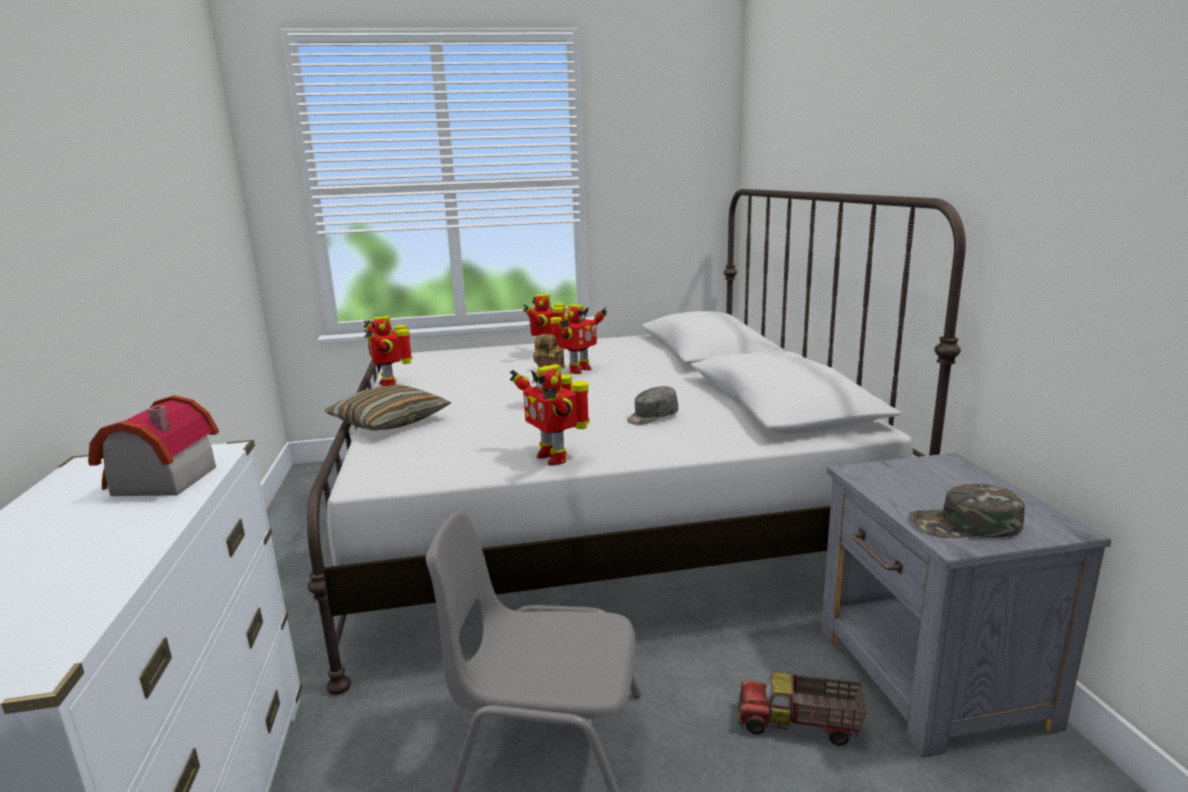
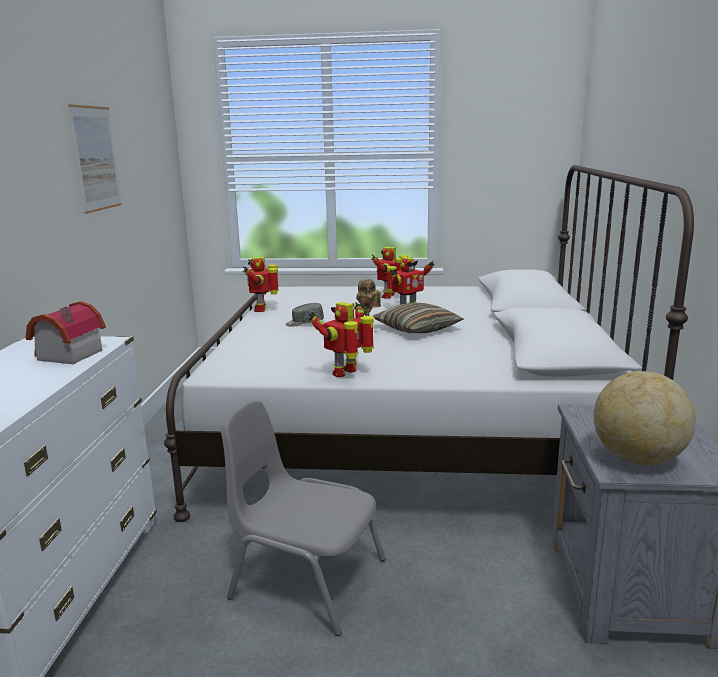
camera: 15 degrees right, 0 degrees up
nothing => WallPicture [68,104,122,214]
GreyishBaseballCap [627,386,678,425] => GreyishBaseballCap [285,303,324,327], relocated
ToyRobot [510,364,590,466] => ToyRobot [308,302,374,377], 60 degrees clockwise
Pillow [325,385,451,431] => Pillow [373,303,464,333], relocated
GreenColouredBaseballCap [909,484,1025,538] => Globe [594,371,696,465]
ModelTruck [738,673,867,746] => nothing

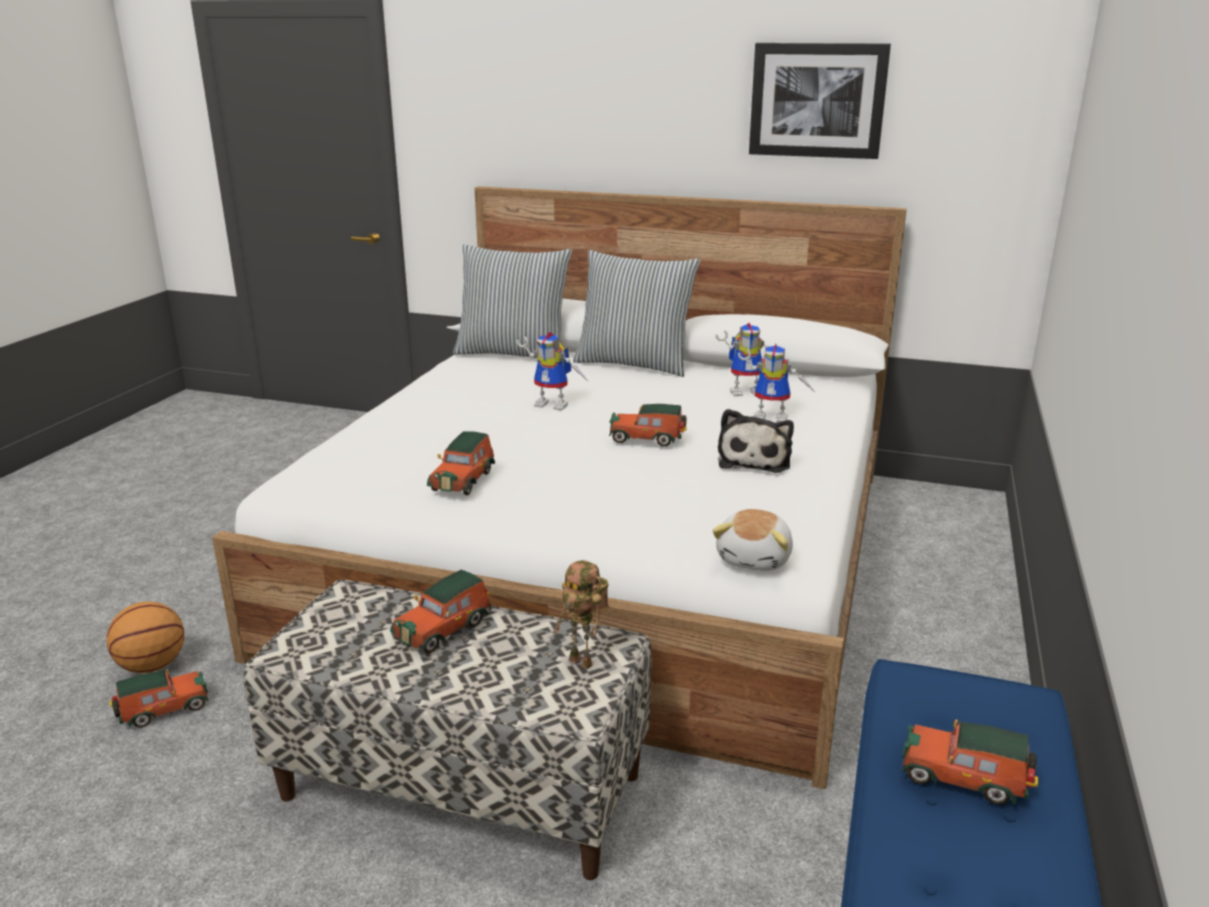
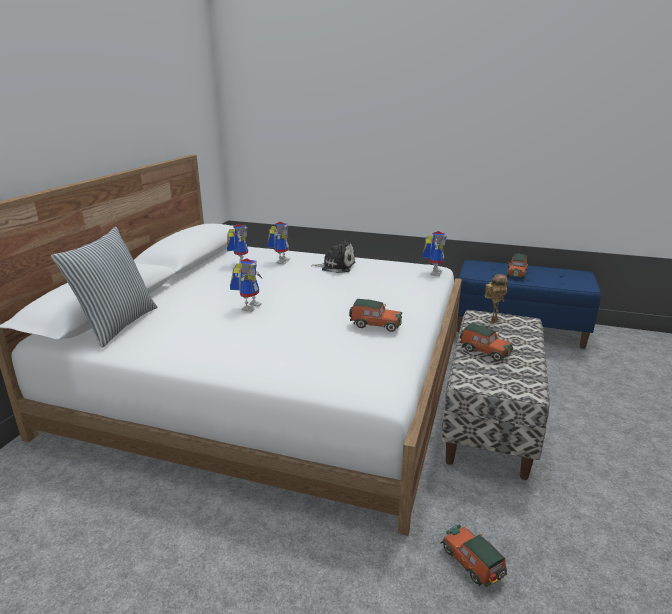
camera: 90 degrees left, 0 degrees up
SoftToy [712,509,793,571] => ToyRobot [422,231,447,276]
Basketball [107,602,185,673] => nothing
Pillow [573,250,700,377] => nothing
MiniatureCar [609,404,687,447] => nothing
WallPicture [749,43,891,159] => nothing

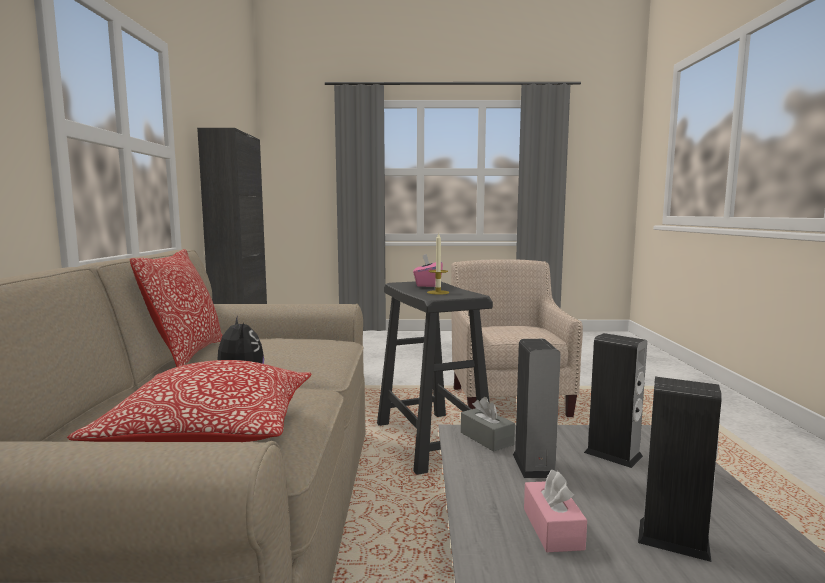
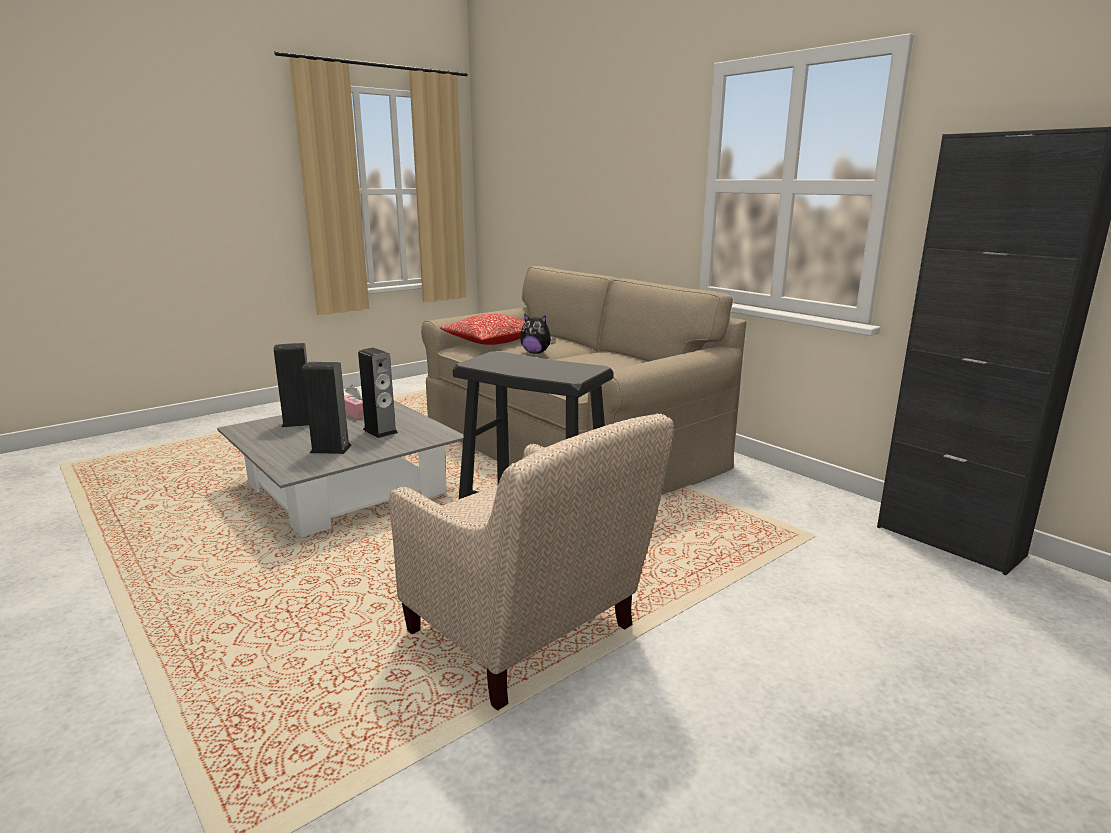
camera: 140 degrees right, 10 degrees up
Pillow [130,249,223,367] => nothing
PinkishBoxOfTissues [413,254,443,287] => nothing
WaxLight [427,232,449,295] => nothing
GreyishBoxOfTissues [461,397,515,452] => nothing

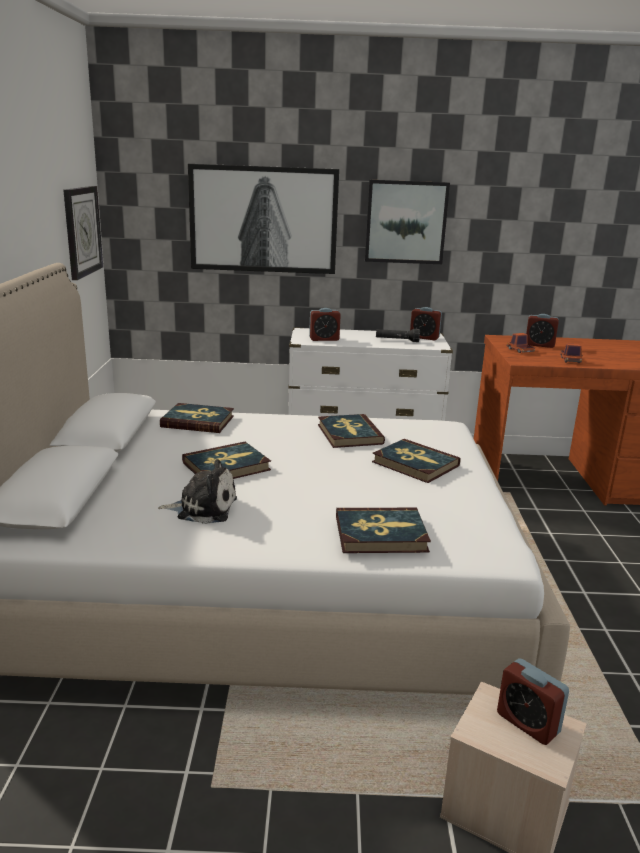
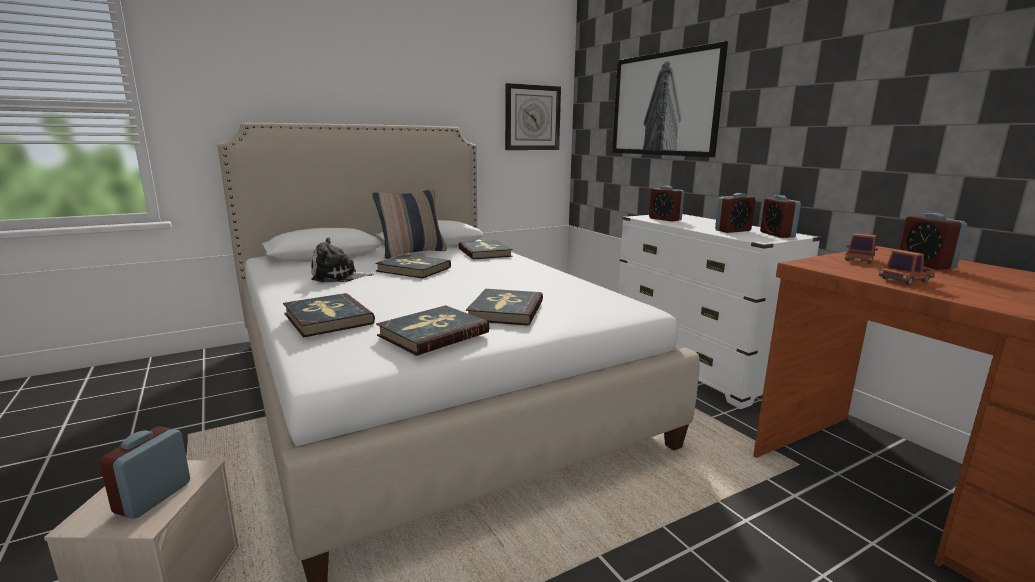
camera: 60 degrees right, 5 degrees down
SoftToy [158,459,237,524] => SoftToy [311,237,374,283], 105 degrees clockwise
nothing => Pillow [373,189,447,259]
Volume [318,414,385,448] => Volume [376,305,490,356], relocated
BlackColouredTorch [376,329,420,342] => TableClock [715,193,755,233]
WallPicture [365,180,450,264] => nothing

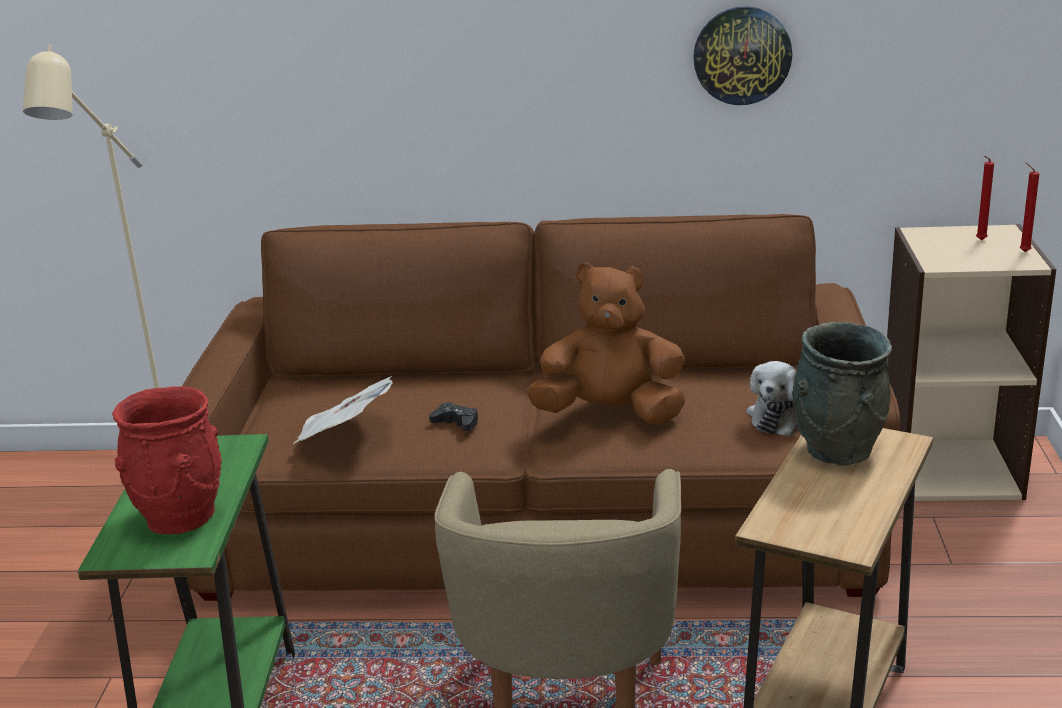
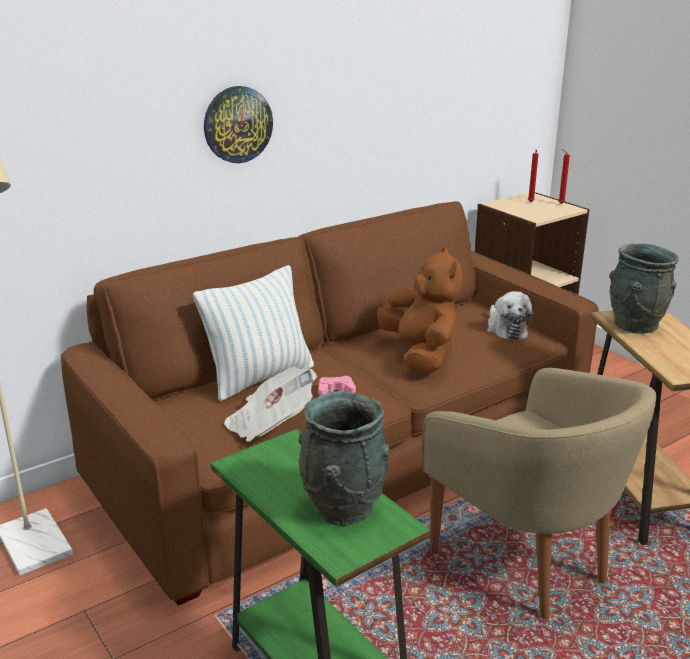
camera: 40 degrees left, 0 degrees up
nothing => Pillow [193,265,314,401]
WallClock [693,6,792,105] => WallClock [204,86,273,163], relocated
RedColouredDecorativeVase [112,386,222,534] => GreyishDecorativeVase [298,391,389,526]
BlackColouredGamepad [429,402,478,431] => PinkishGamepad [319,376,356,395]
BrownSoftToy [526,262,685,424] => BrownSoftToy [377,247,463,374], 105 degrees clockwise

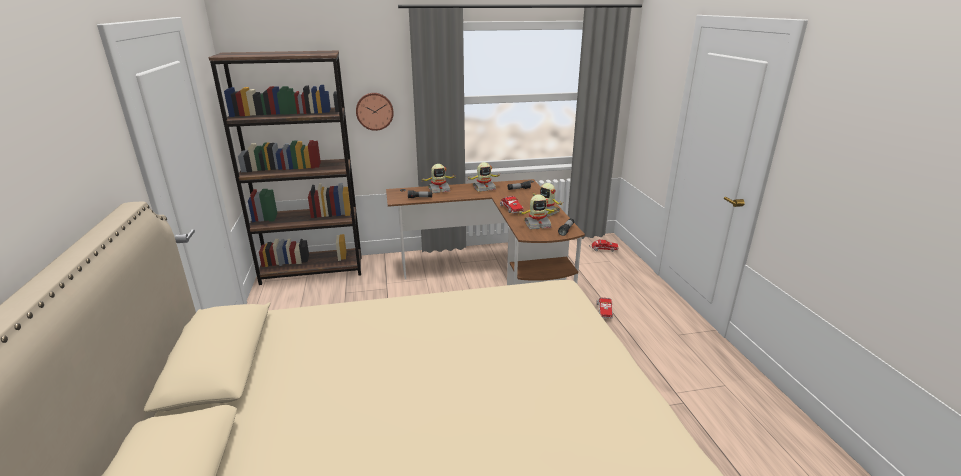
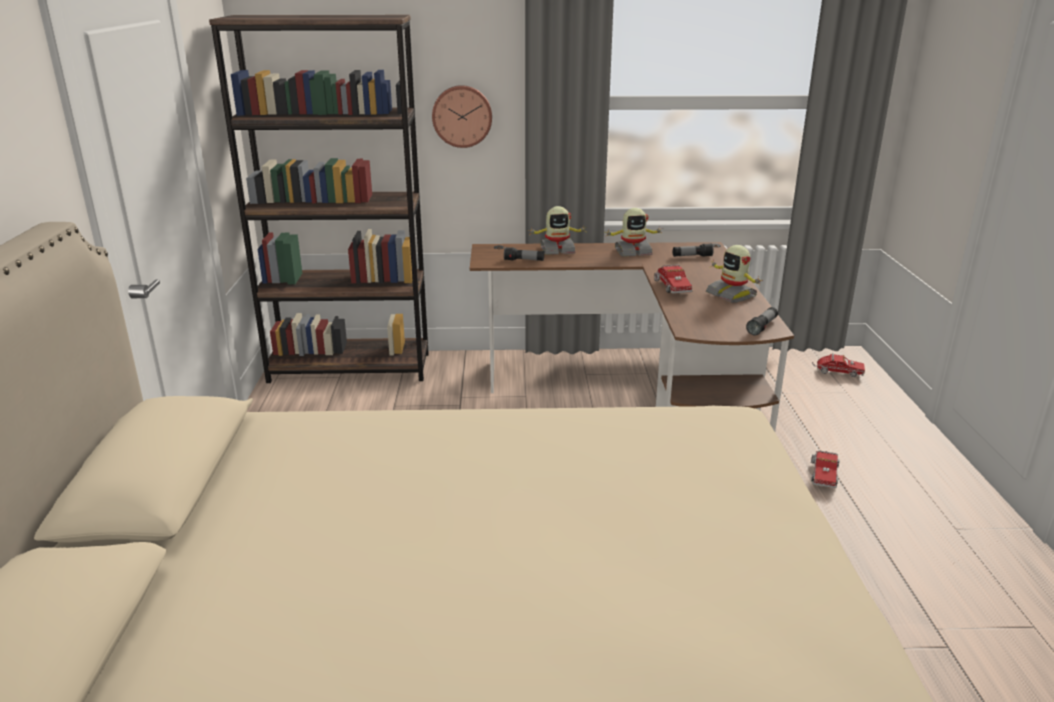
camera: 10 degrees right, 0 degrees up
ToyRobot [518,194,558,229] => nothing

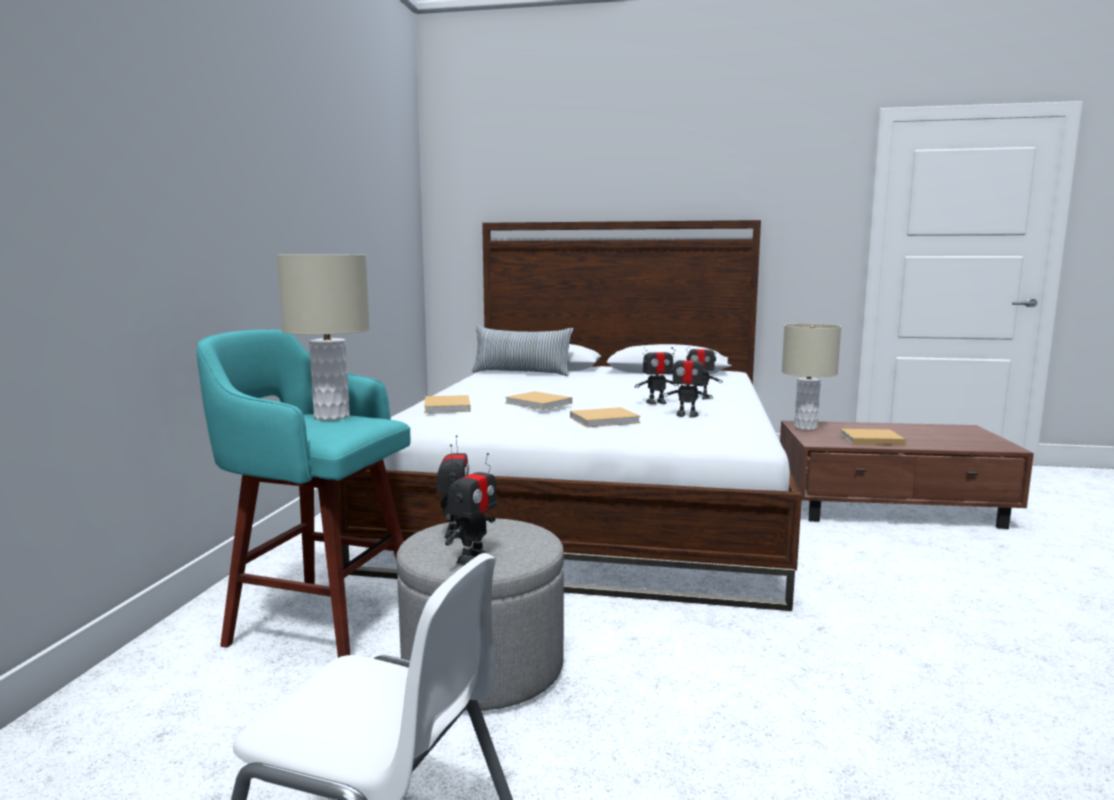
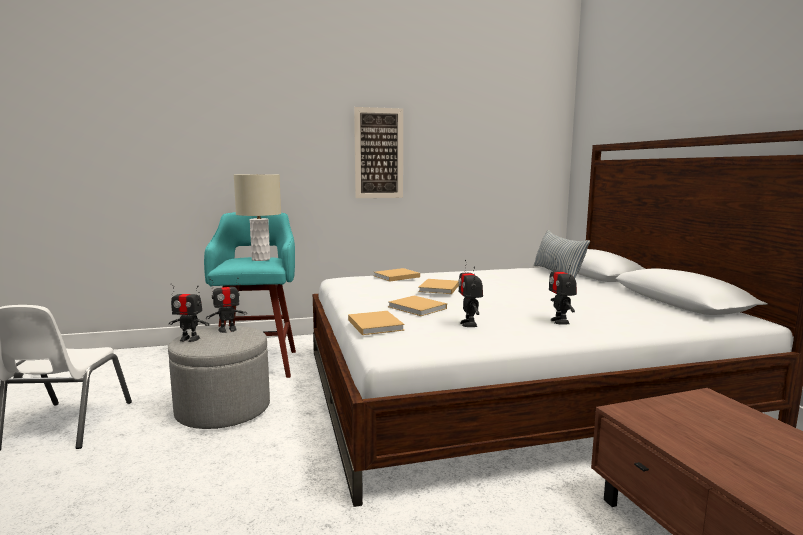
camera: 65 degrees right, 0 degrees up
SandColouredVolume [840,429,905,445] => SandColouredVolume [348,311,405,335], relocated
nothing => WallPicture [354,107,403,198]
ToyRobot [635,341,679,405] => nothing
SandColouredTableLamp [782,323,841,430] => nothing

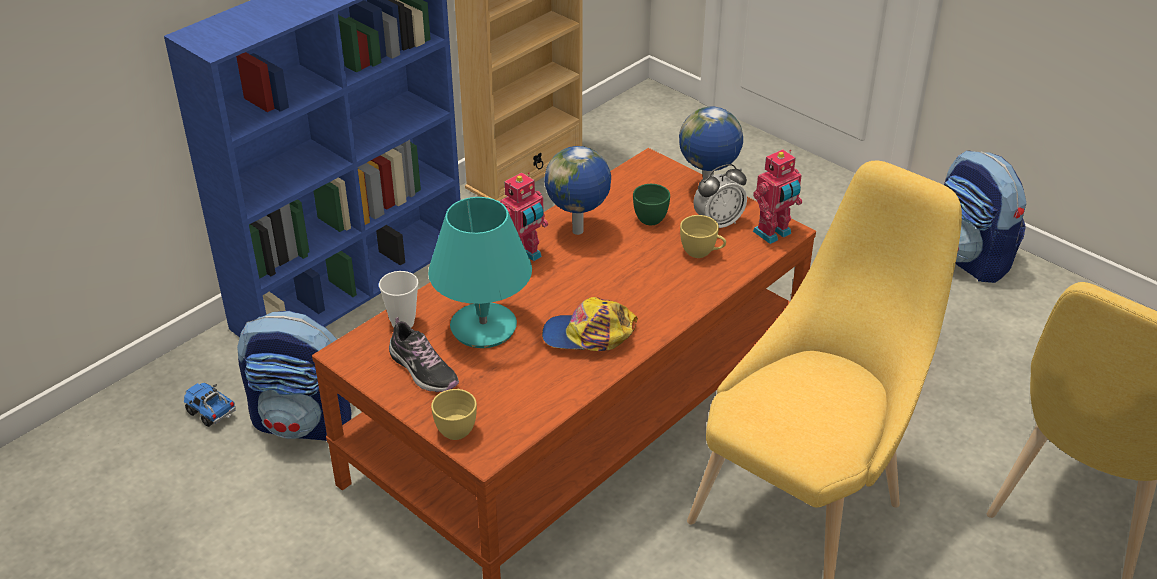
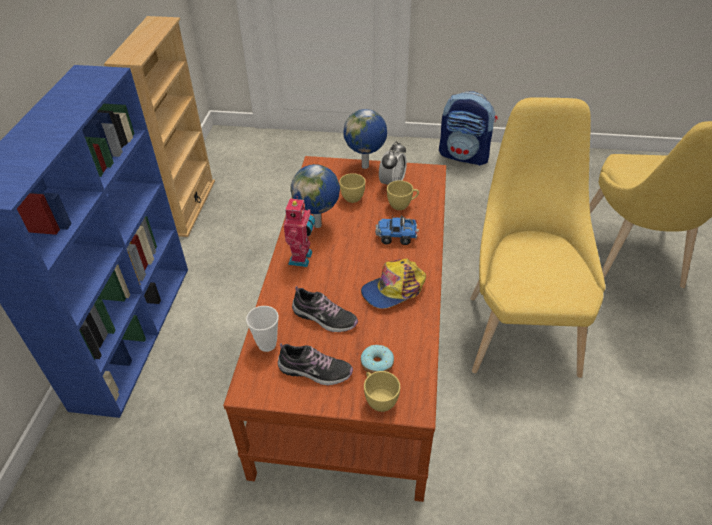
camera: 35 degrees left, 5 degrees up
TurquoiseColouredTableLamp [428,197,532,348] => Shoe [292,286,358,332]
GreenColouredCup [633,184,670,225] => YellowColouredCup [339,173,365,203]
nothing => Doughnut [361,345,394,374]
ModelTruck [184,383,236,427] => ModelTruck [375,215,419,245], relocated
Backpack [237,311,352,441] => nothing
ToyRobot [753,149,802,244] => nothing

